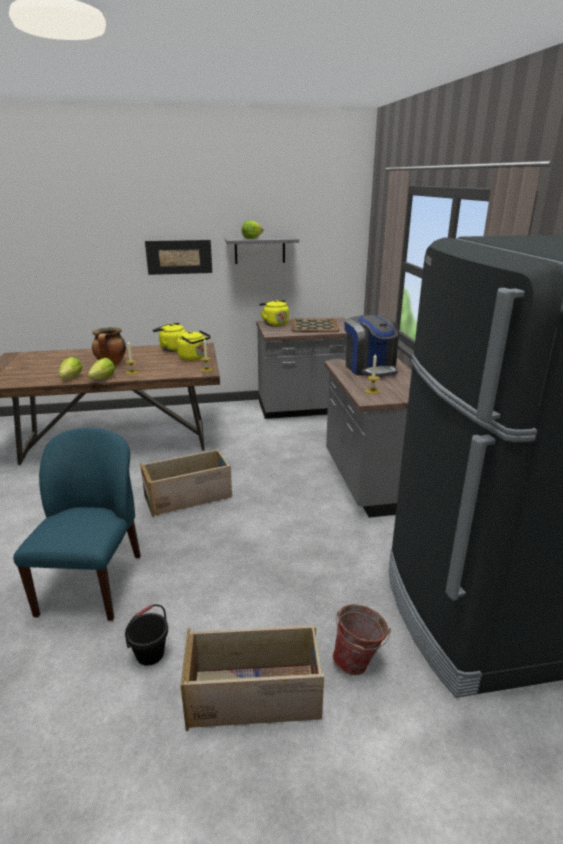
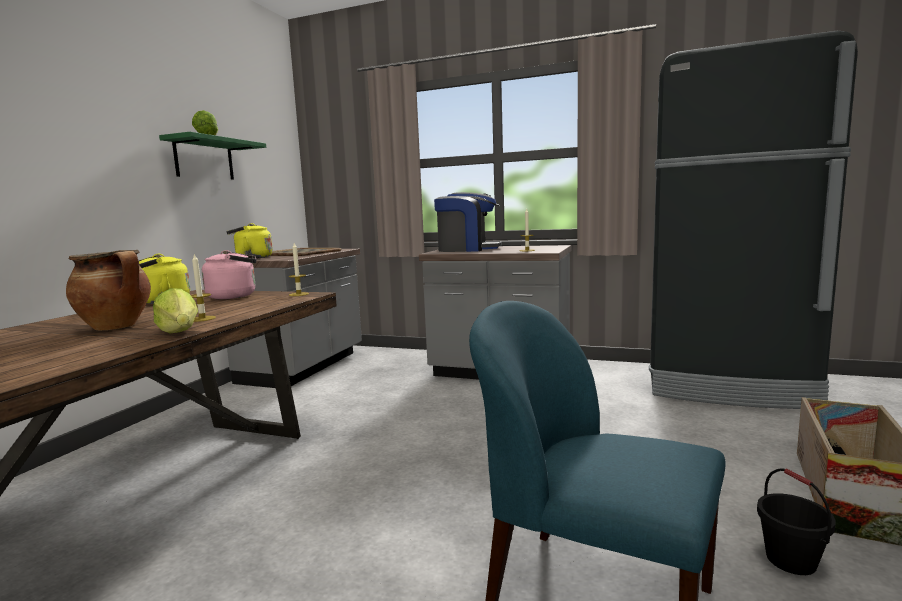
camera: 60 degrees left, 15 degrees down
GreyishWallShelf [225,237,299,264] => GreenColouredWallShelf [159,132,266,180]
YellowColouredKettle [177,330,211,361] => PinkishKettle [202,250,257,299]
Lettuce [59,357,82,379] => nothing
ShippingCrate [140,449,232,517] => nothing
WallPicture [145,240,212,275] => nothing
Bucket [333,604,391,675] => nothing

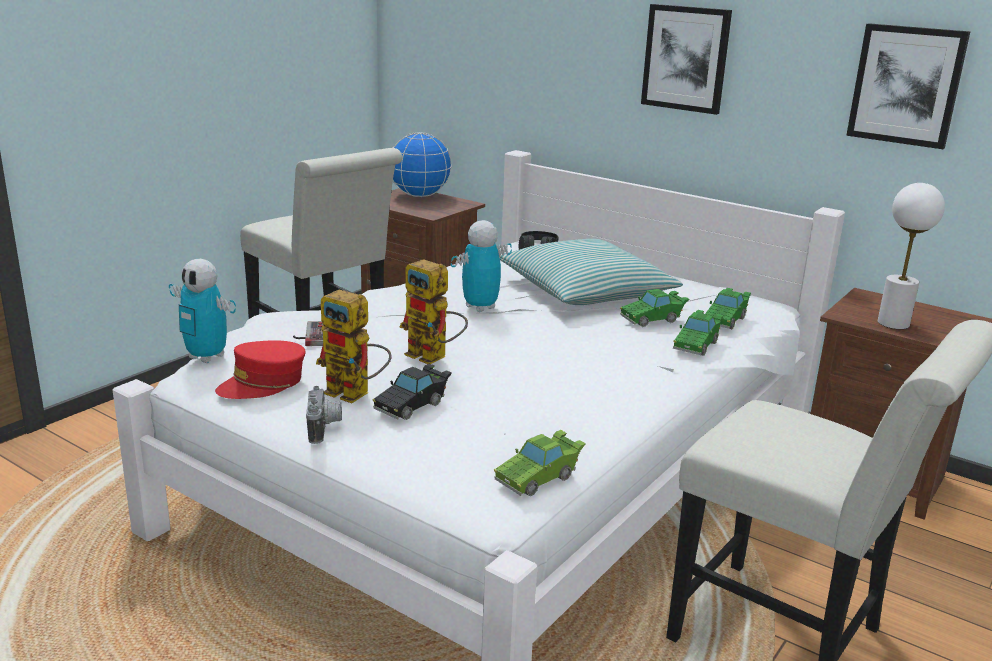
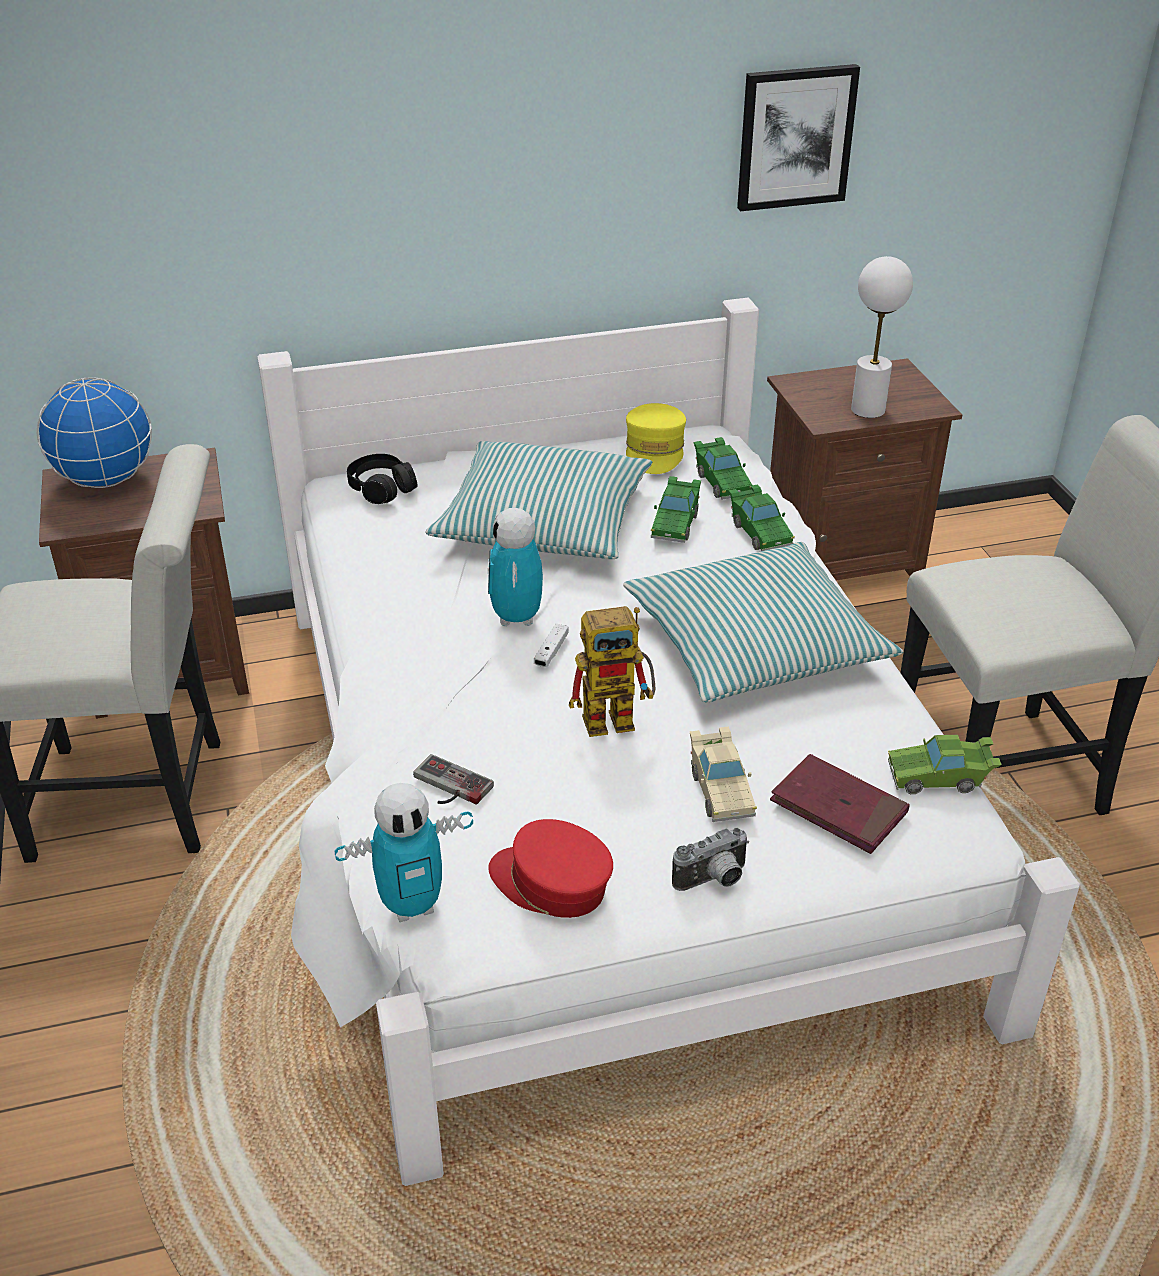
camera: 50 degrees left, 15 degrees up
RedColouredBaseballCap [215,340,305,399] => RedColouredBaseballCap [488,819,613,918], 120 degrees clockwise
nothing => WhiteColouredGamepad [534,624,569,667]
nothing => Pillow [623,542,903,702]
nothing => YellowColouredBaseballCap [626,403,686,474]
PhotoCamera [306,386,342,444] => PhotoCamera [672,828,749,891], 120 degrees clockwise
BlackColouredMiniatureCar [372,364,452,420] => SandColouredMiniatureCar [690,726,757,822]
nothing => RedColouredVolume [770,754,910,854]
GreenColouredMiniatureCar [494,430,586,496] => GreenColouredMiniatureCar [888,735,1001,794], 90 degrees clockwise
ToyRobot [316,289,391,403] => nothing
WallPicture [641,4,732,115] => nothing

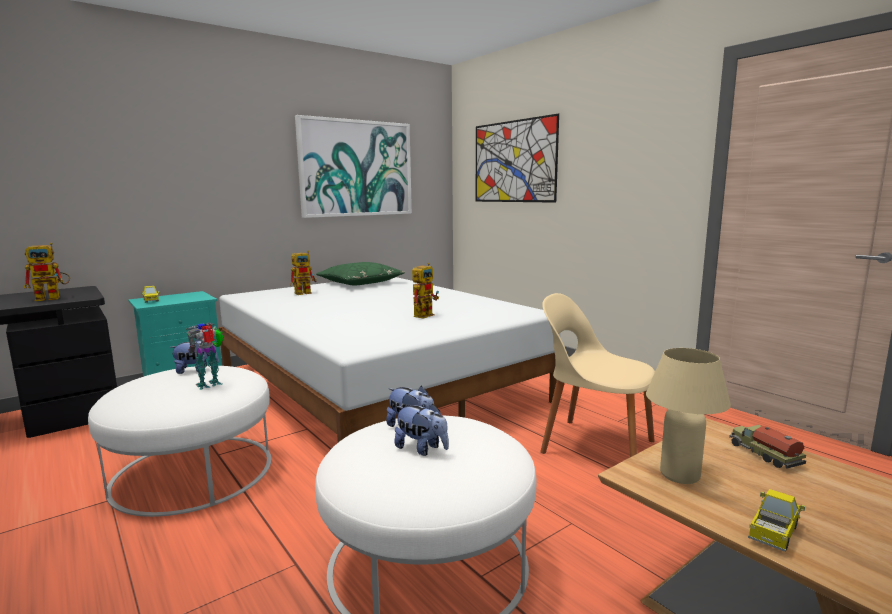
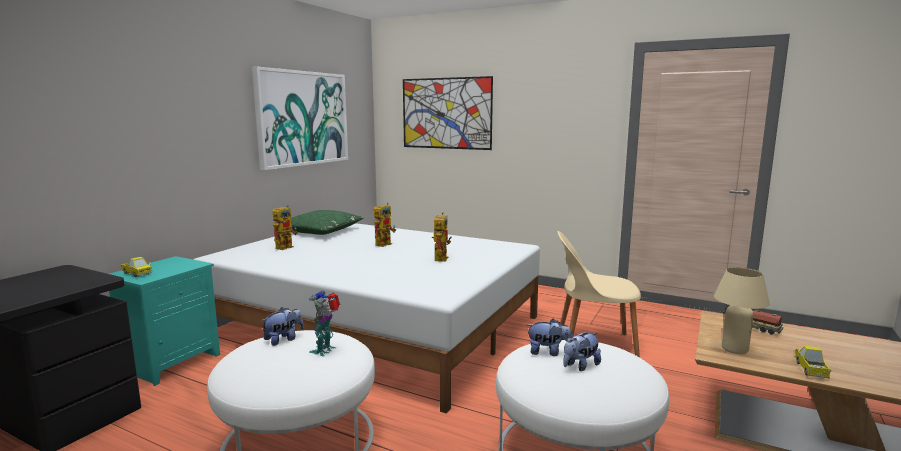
camera: 25 degrees left, 0 degrees up
ToyRobot [24,242,70,301] => ToyRobot [374,203,396,247], relocated
SoftToy [394,404,449,456] => SoftToy [563,331,601,371], 135 degrees clockwise

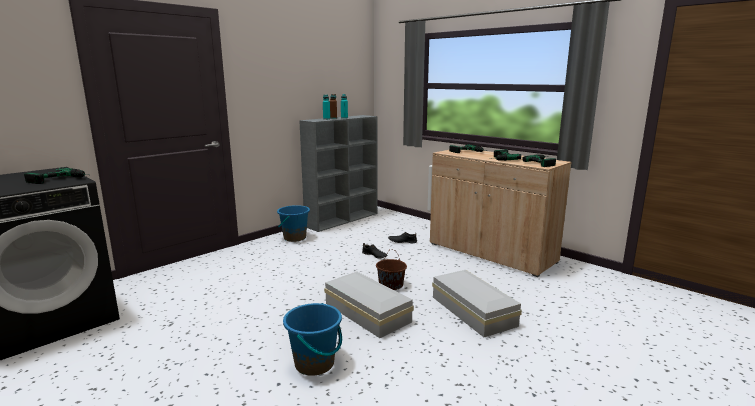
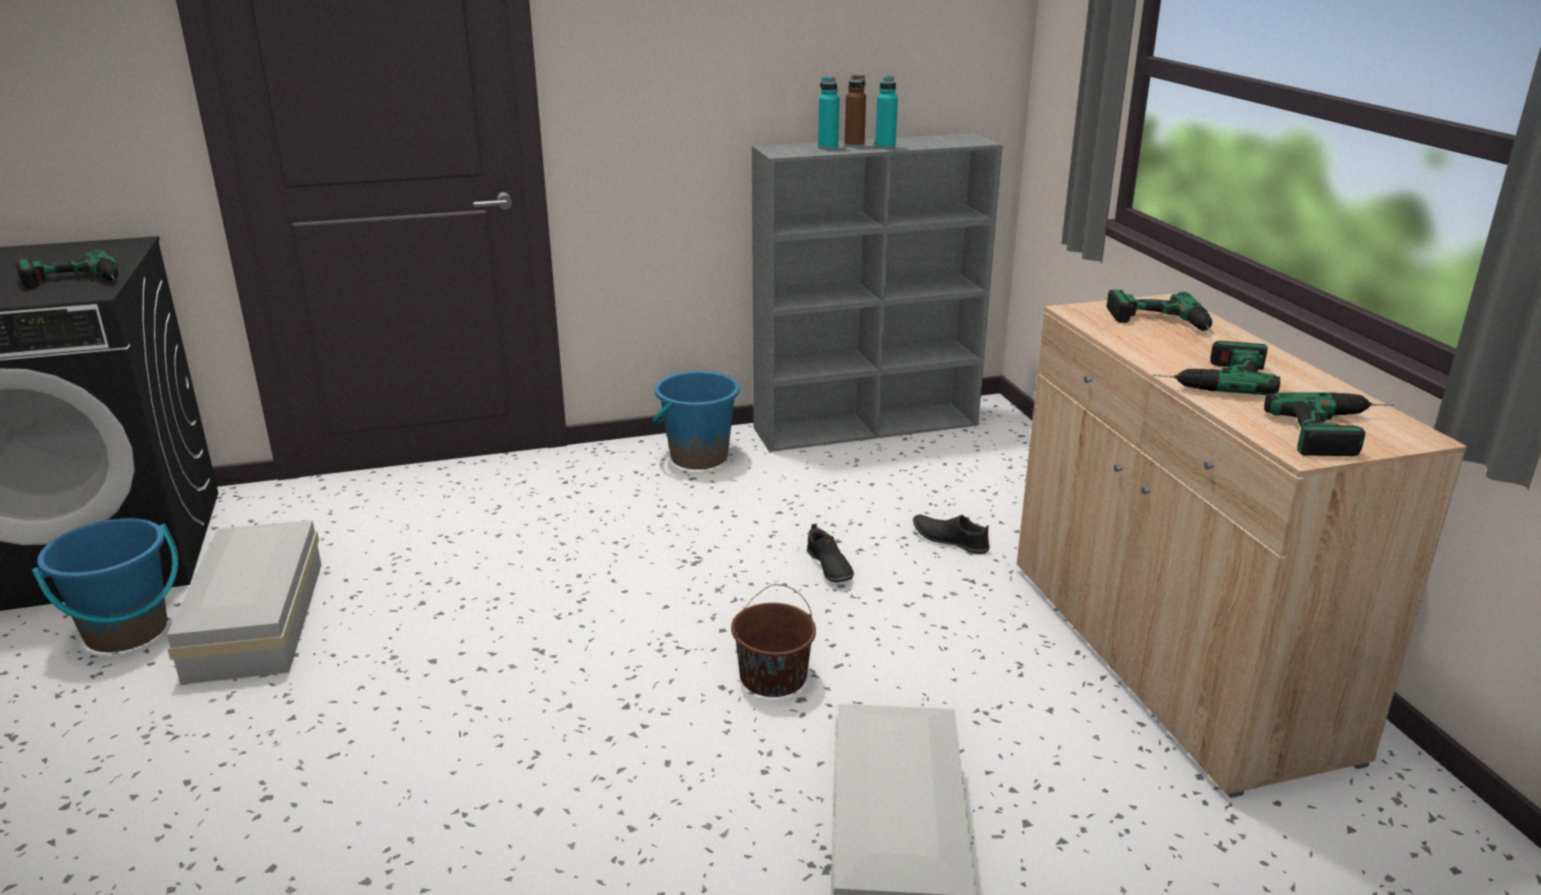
camera: 30 degrees right, 10 degrees up
BlueBucket [283,303,342,376] => BlueBucket [32,518,178,652], relocated
WhiteColouredStorageBin [324,271,414,338] => WhiteColouredStorageBin [167,520,321,685], relocated

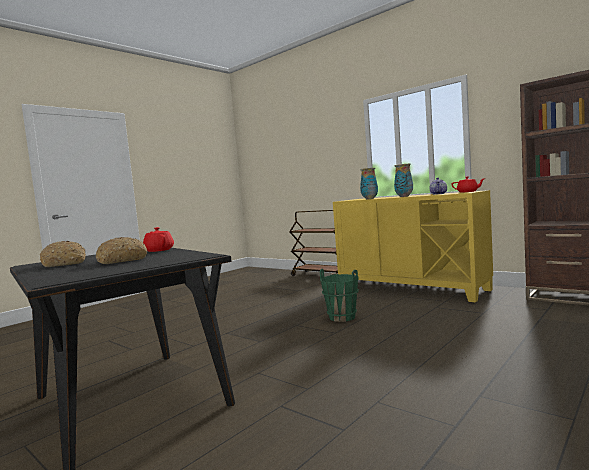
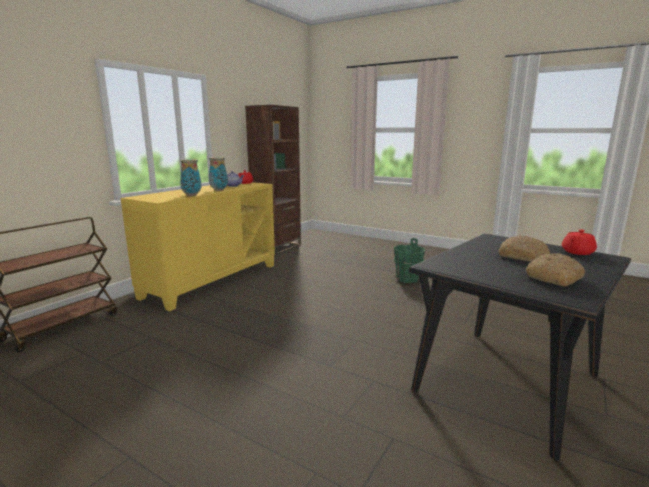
camera: 100 degrees left, 10 degrees up
GreenColouredBucket [320,269,359,322] => GreenColouredBucket [394,238,425,283], relocated
RedColouredPotForTea [143,227,174,252] => RedColouredPotForTea [562,229,597,255], relocated

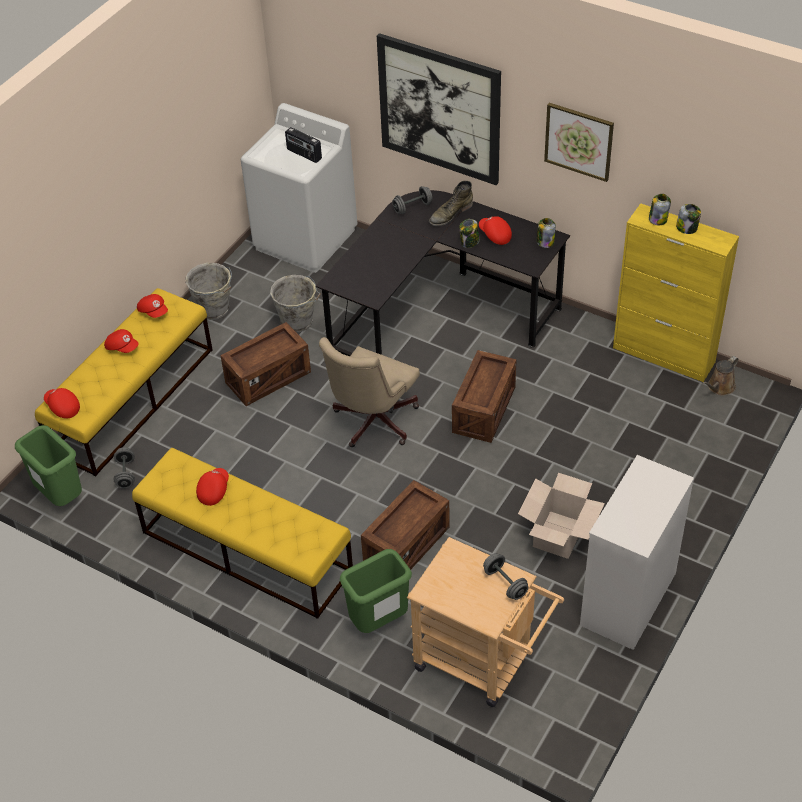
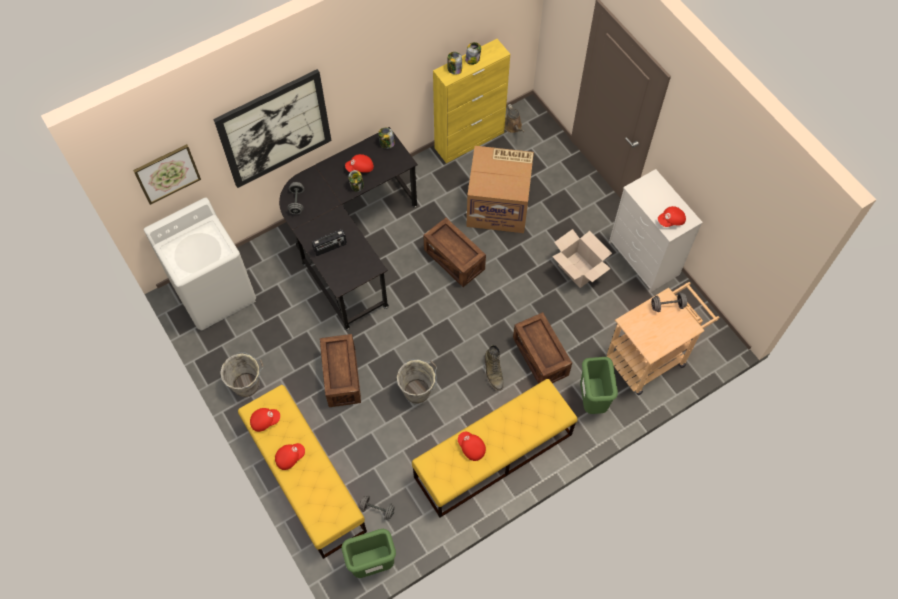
camera: 65 degrees left, 15 degrees up
WallPicture [544,103,614,182] => WallPicture [133,144,201,205], relocated
Radio [285,127,322,163] => Radio [312,230,347,256], relocated
GreyishBucket [270,275,321,333] => GreyishBucket [397,359,437,404], relocated
nothing => CardboardBox [466,146,534,233]
GreenColouredHighTopBoot [429,181,473,226] => GreenColouredHighTopBoot [484,345,504,391], relocated
RedColouredBaseballCap [44,388,80,419] => RedColouredBaseballCap [658,206,686,227], relocated
SandColouredDeskChair [319,337,420,447] => nothing

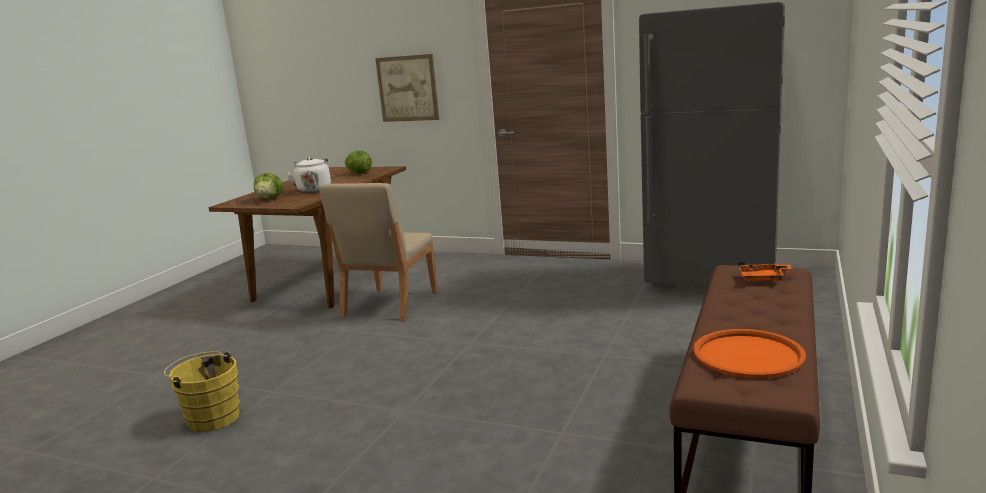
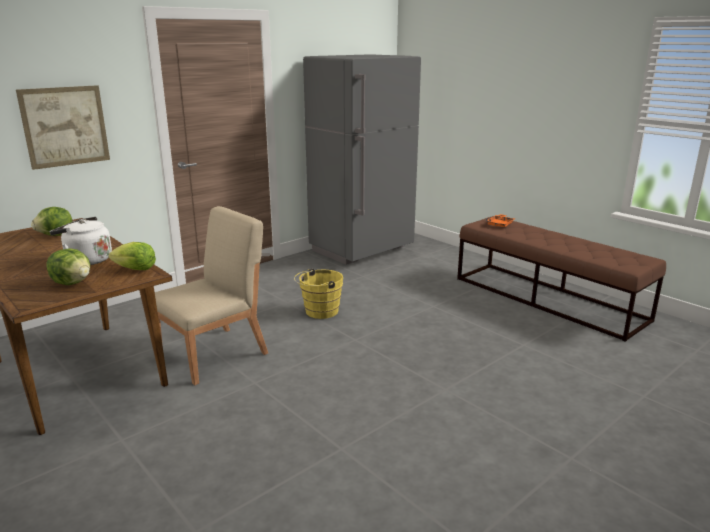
camera: 65 degrees left, 5 degrees up
nothing => Lettuce [108,242,156,270]
SandColouredChair [319,183,438,321] => SandColouredChair [155,206,268,385], 90 degrees counterclockwise
YellowColouredBucket [164,351,240,432] => YellowColouredBucket [294,268,343,319], relocated
OrangeColouredServingTray [693,329,806,378] => nothing

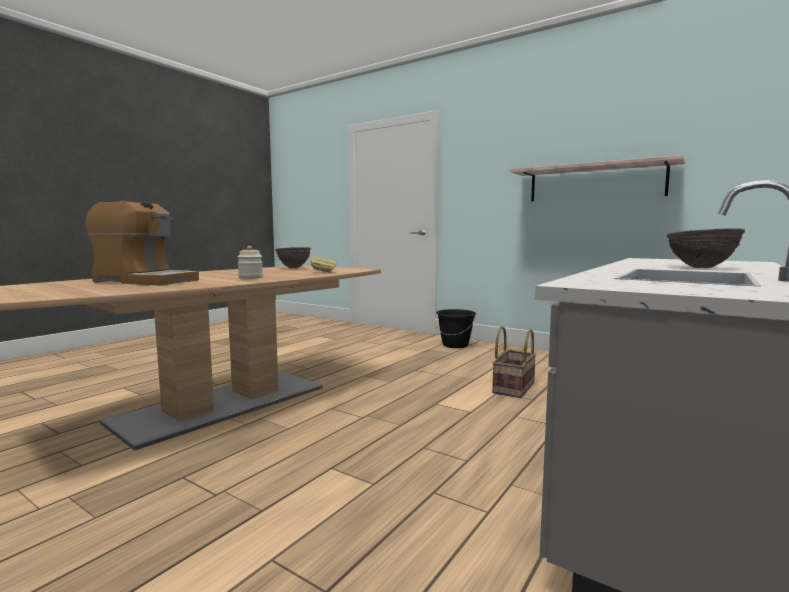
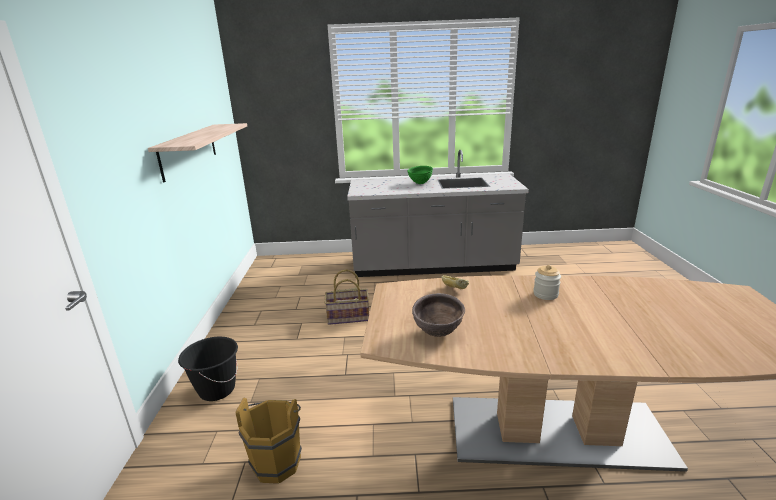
camera: 125 degrees left, 15 degrees up
nothing => BrownBucket [236,398,302,484]
BrownDeepDish [667,228,745,268] => GreenColouredDeepDish [407,166,433,184]
CoffeeMachine [86,201,199,286] => nothing

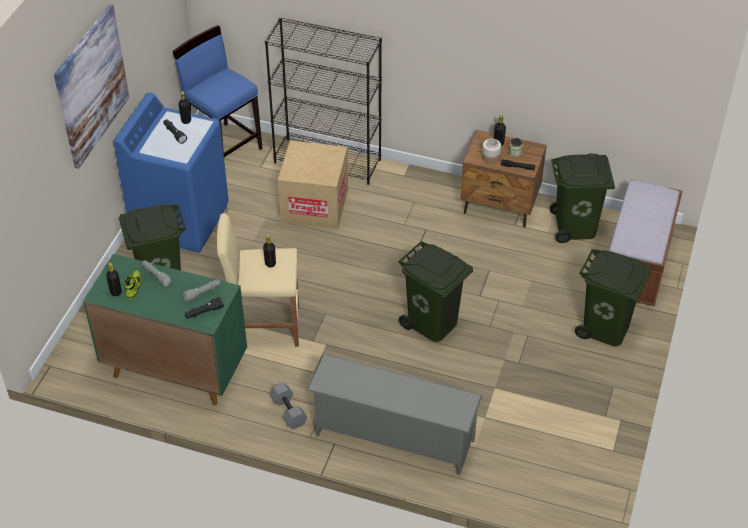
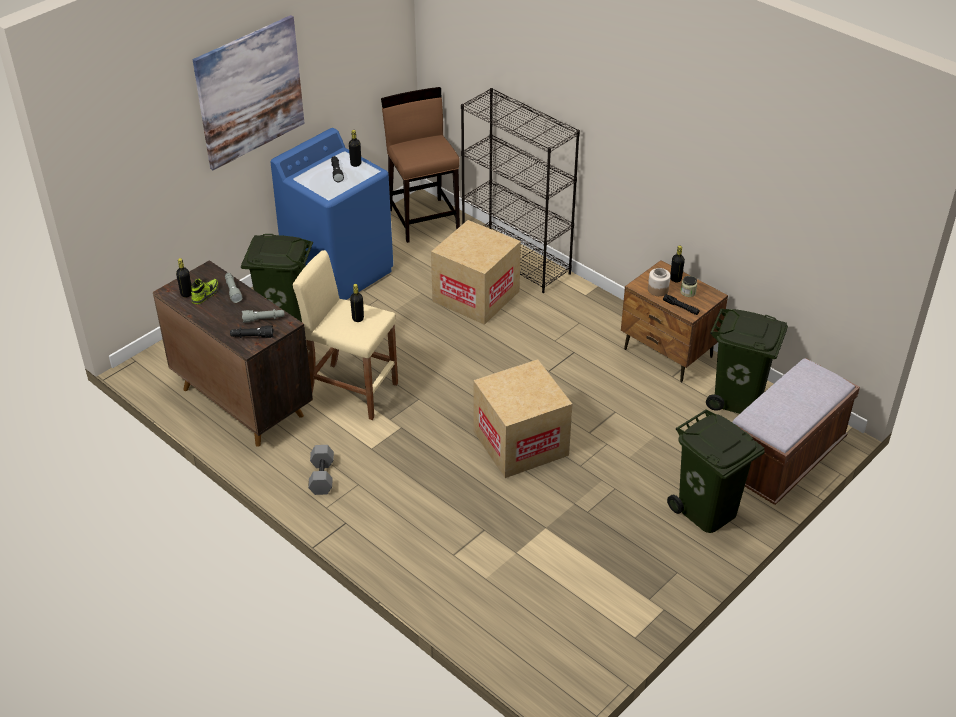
camera: 25 degrees right, 5 degrees down
GreenColouredCabinet [83,254,247,405] => BrownCabinet [153,260,313,447]
BlueStoolSeat [173,25,263,157] => BrownStoolSeat [381,87,460,243]
GreenColouredWasteBin [398,241,473,342] => CardboardBox [473,359,572,478]
GreyishShoeShelf [307,354,482,475] => nothing

